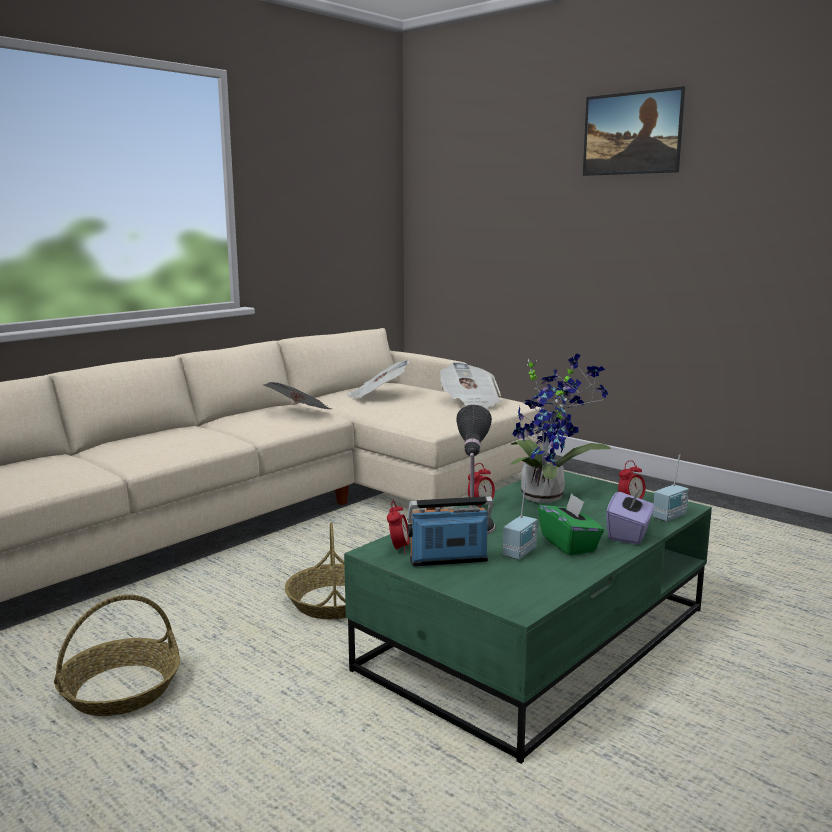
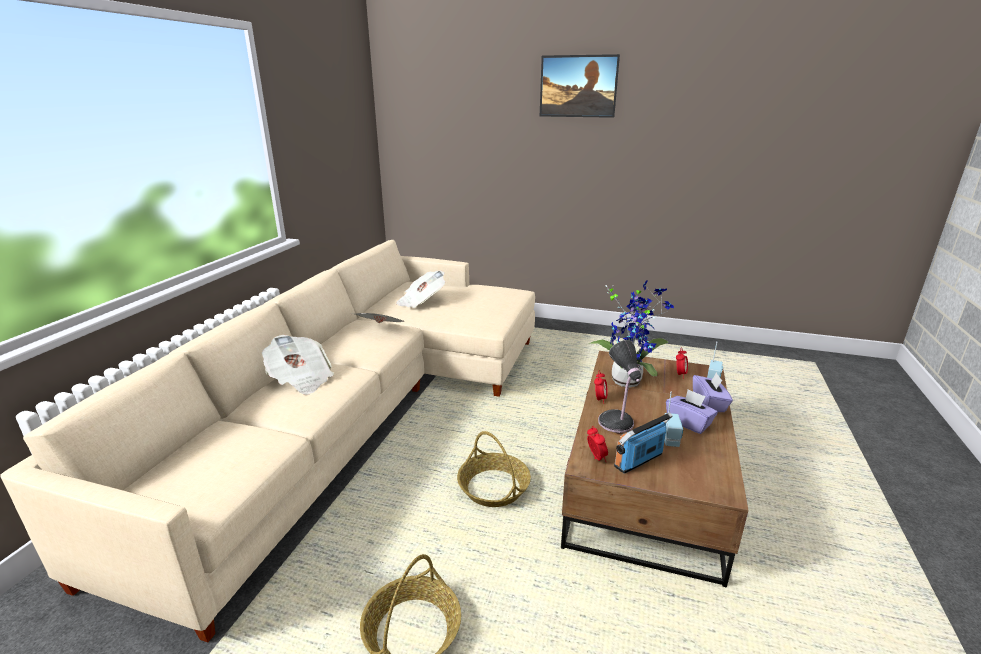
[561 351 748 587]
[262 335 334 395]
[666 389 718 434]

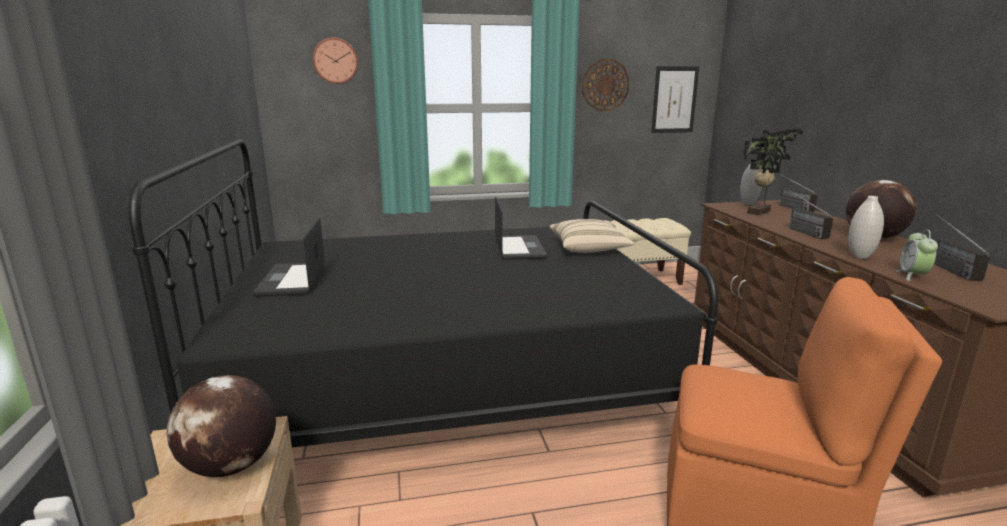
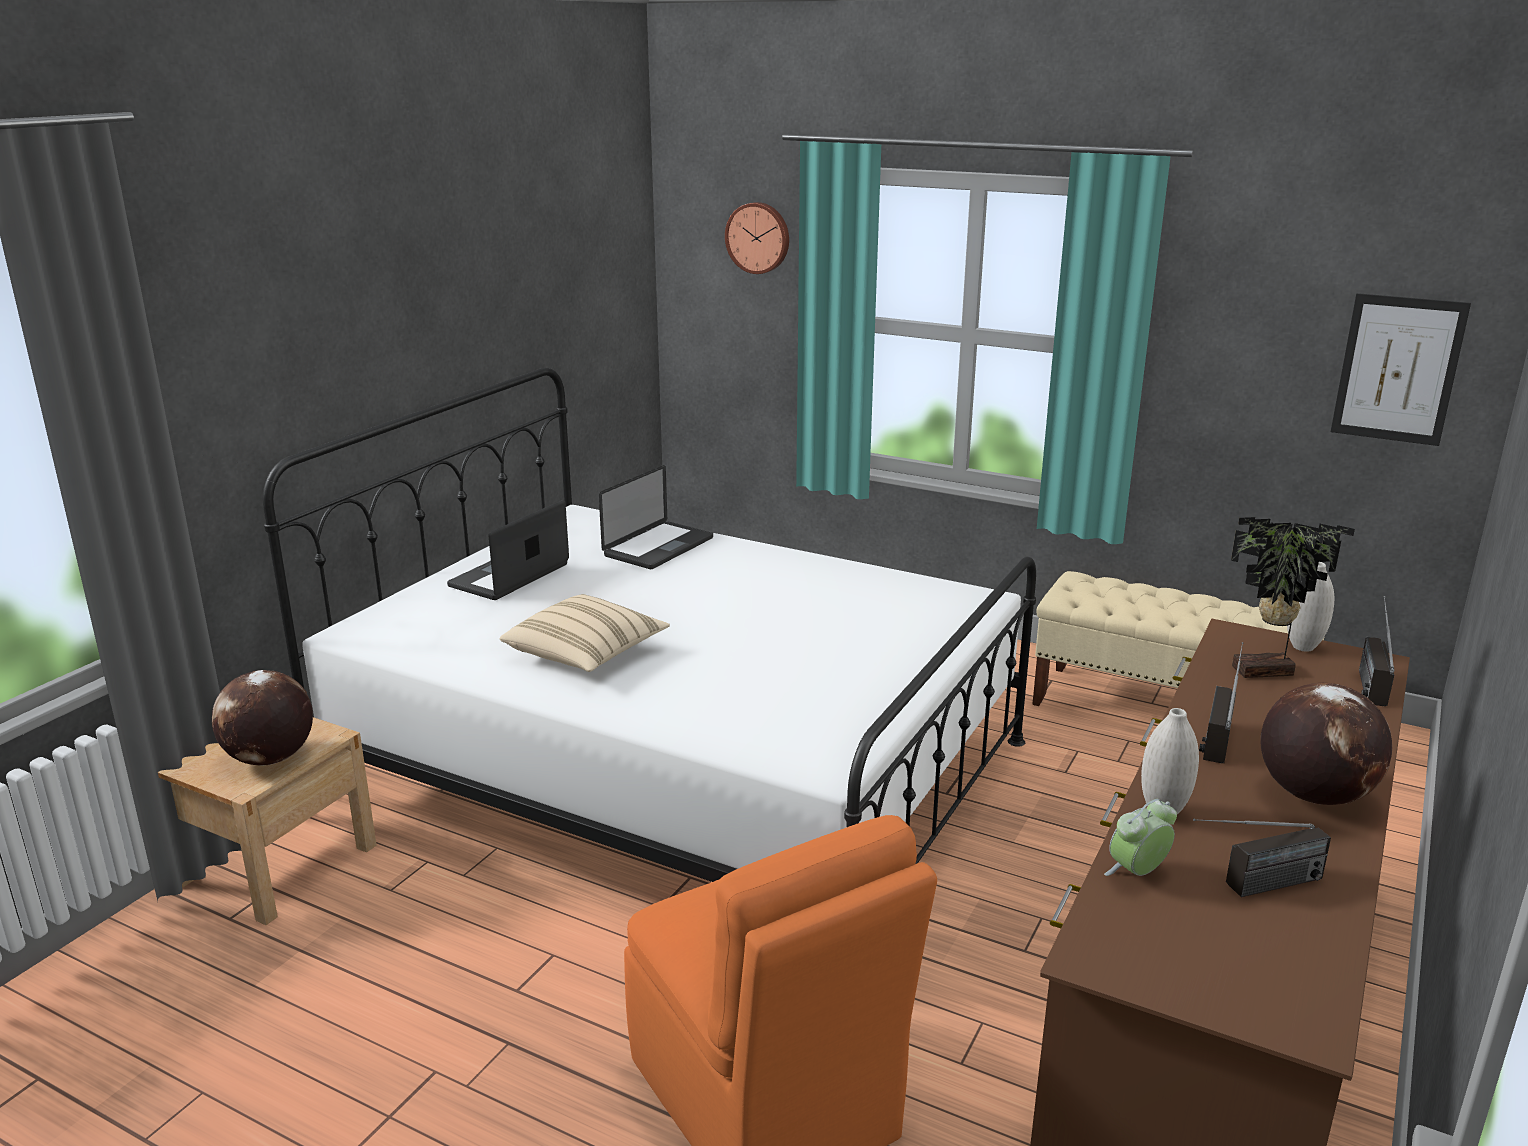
[263 367 1036 882]
[599 465 713 569]
[499 594 670 672]
[582 59 630 111] (first image)
[1193 819 1331 897]

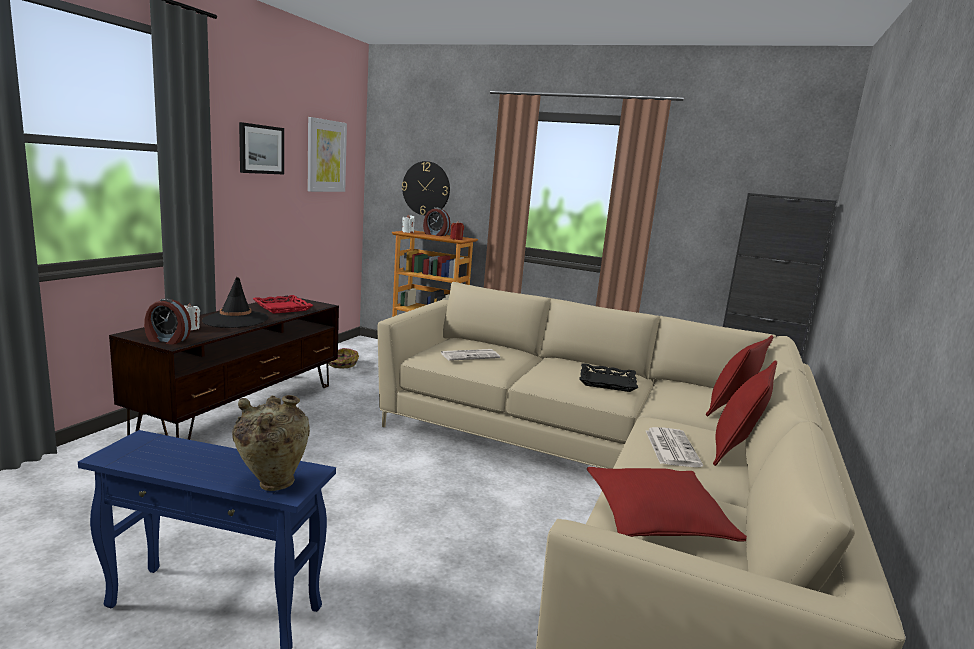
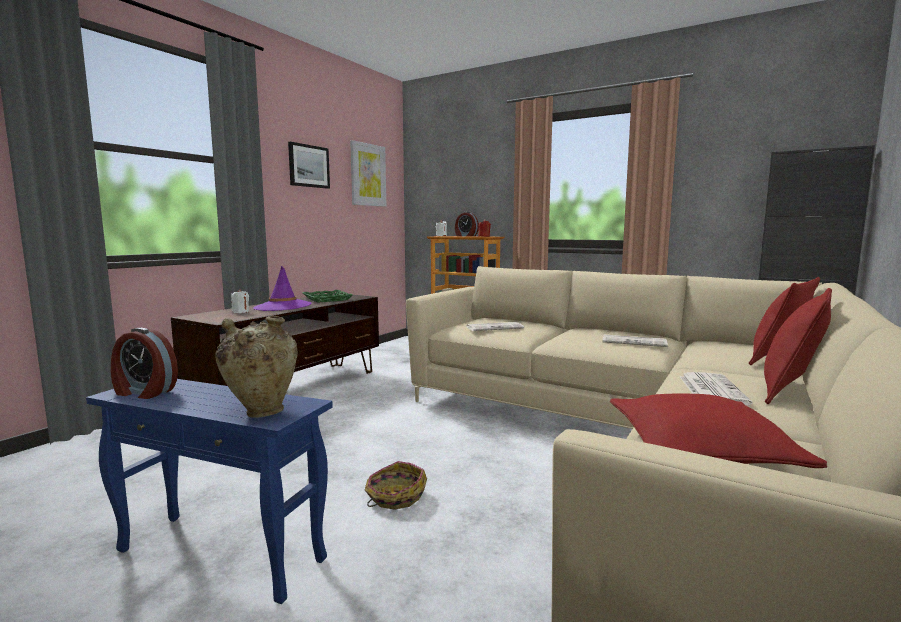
[111 328 178 399]
[253 266 311 311]
[303 290 353 303]
[365 461 427 510]
[402 161 450 215] (first image)
[602 335 668 347]

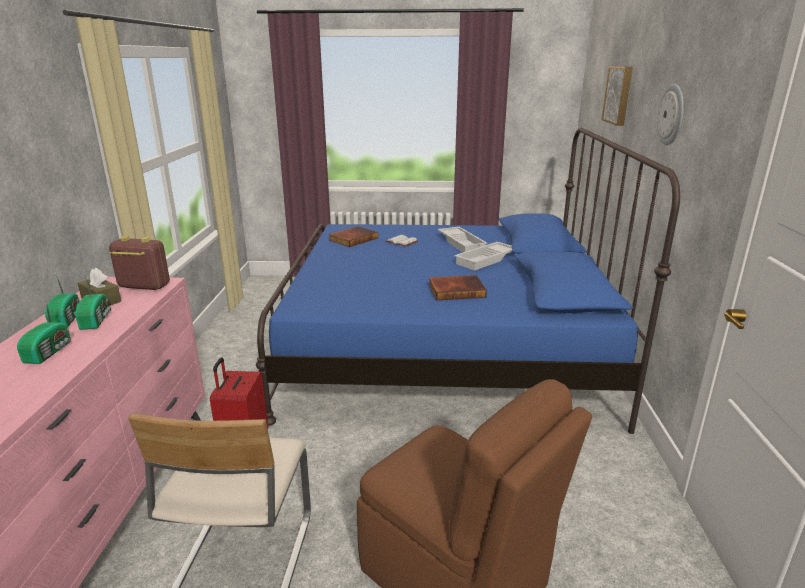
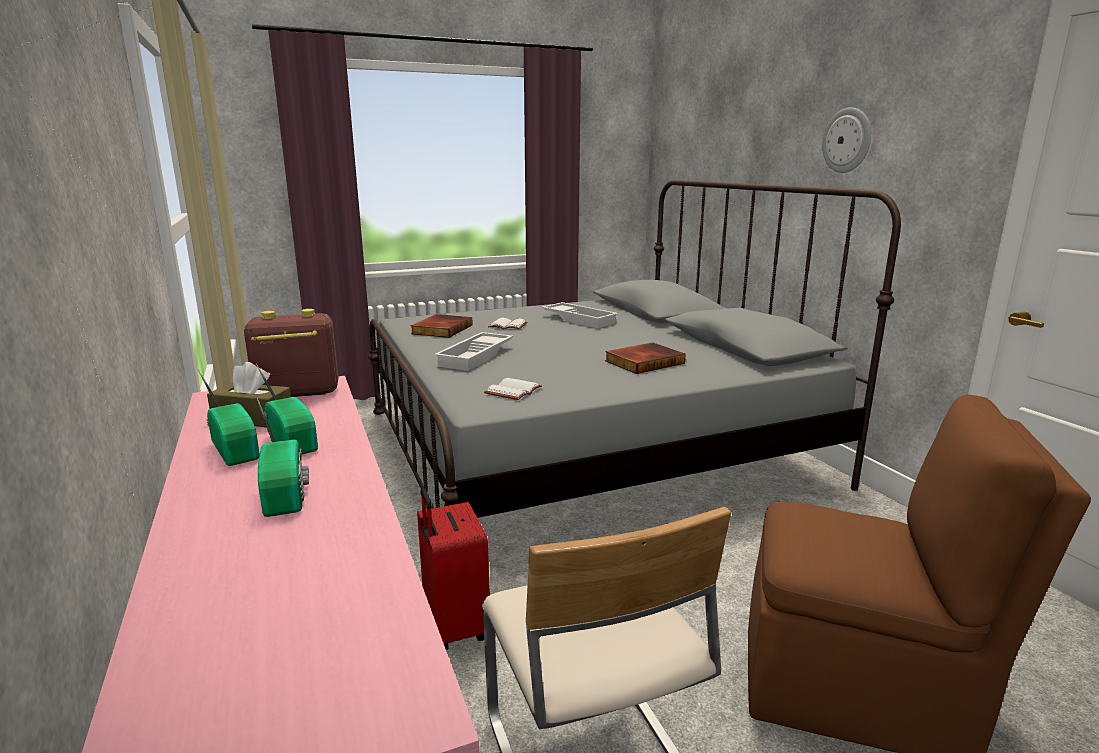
[368 180 901 518]
[434 332 513 371]
[602 66 633 126] (first image)
[484 378 542 400]

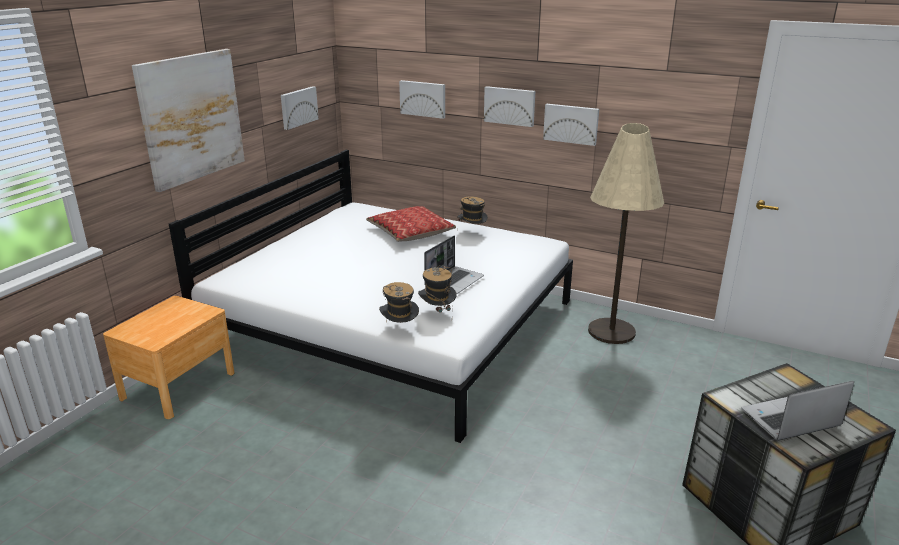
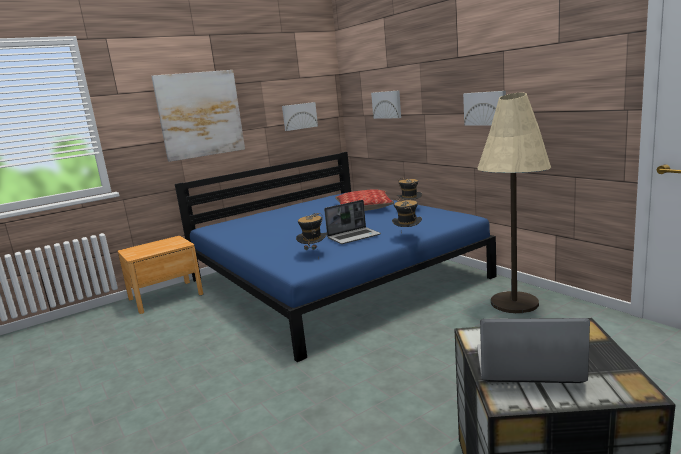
[175 152 497 362]
[392 199 422 232]
[484 86 535 127] (first image)

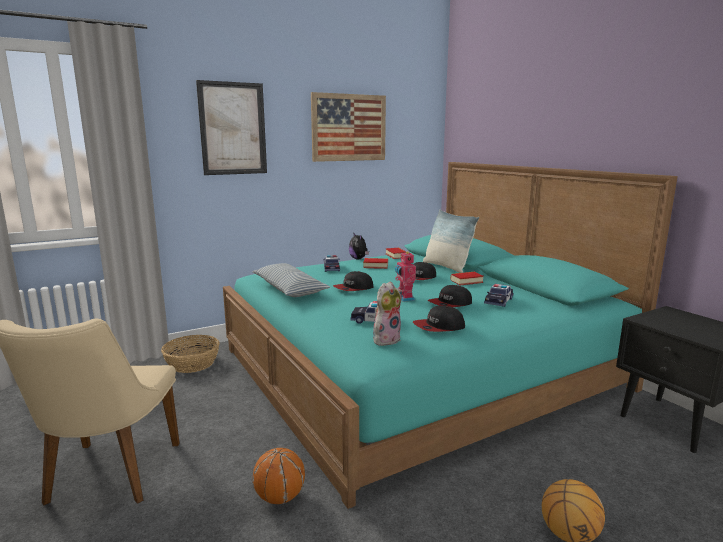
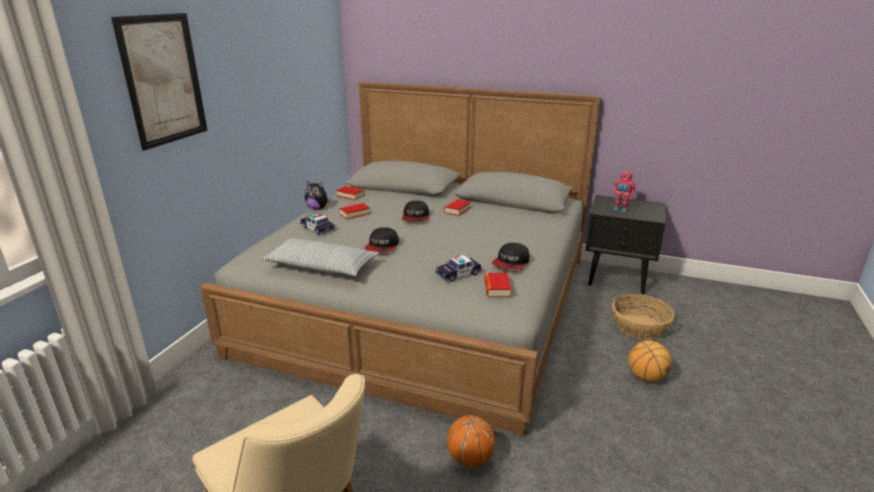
[612 294 675 339]
[200 82 601 437]
[311 92 386 162] (first image)
[484 273 511 297]
[613 171 635 212]
[423 209 479 273] (first image)
[428 285 472 307] (first image)
[484 284 514 307] (first image)

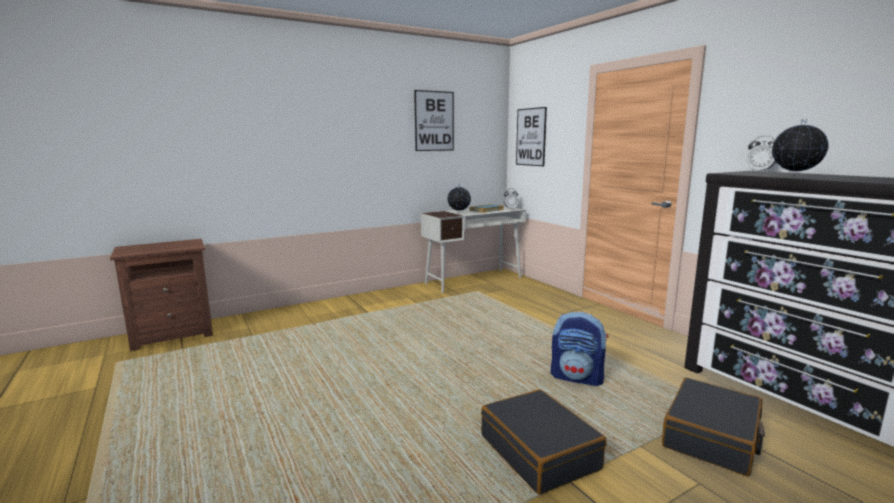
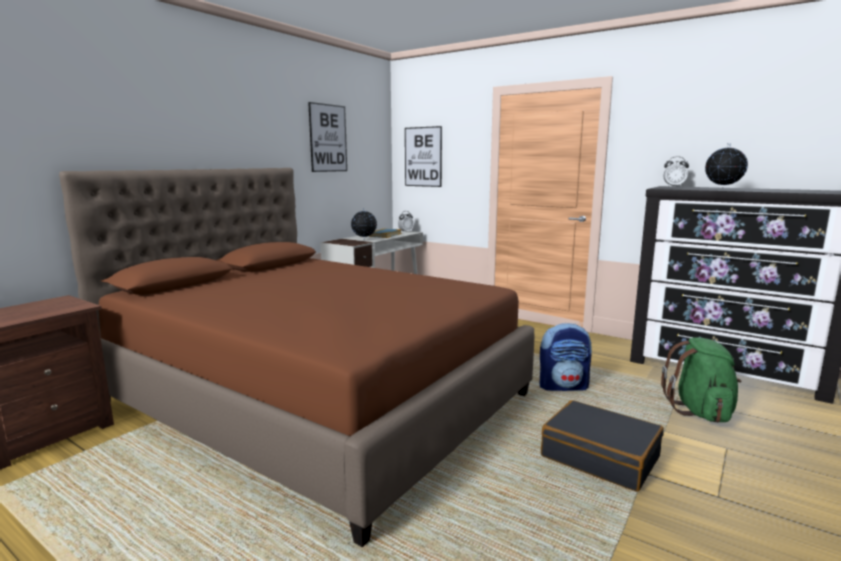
[661 337 742 423]
[59 168 534 547]

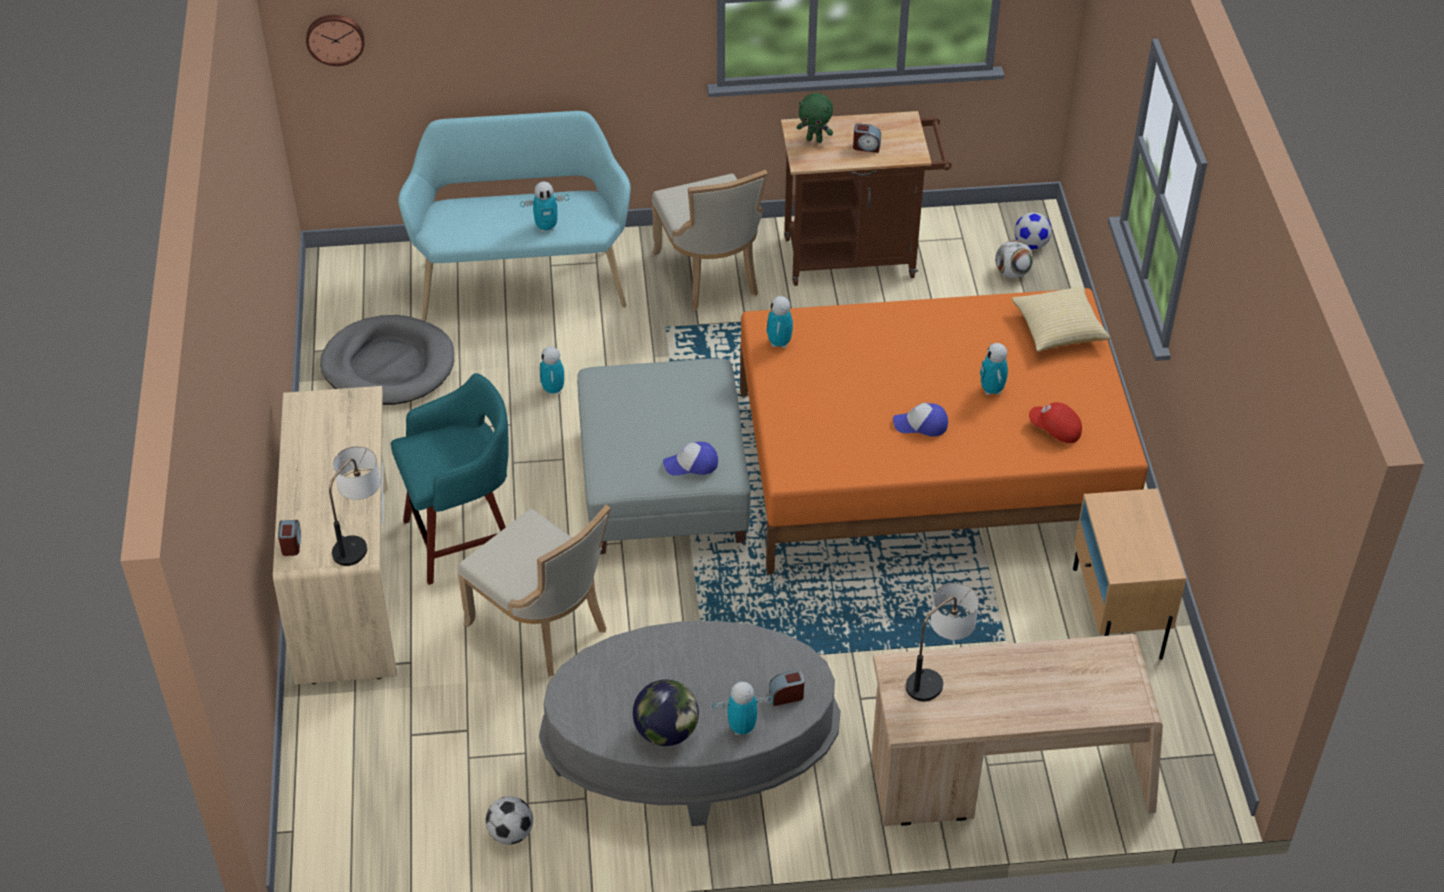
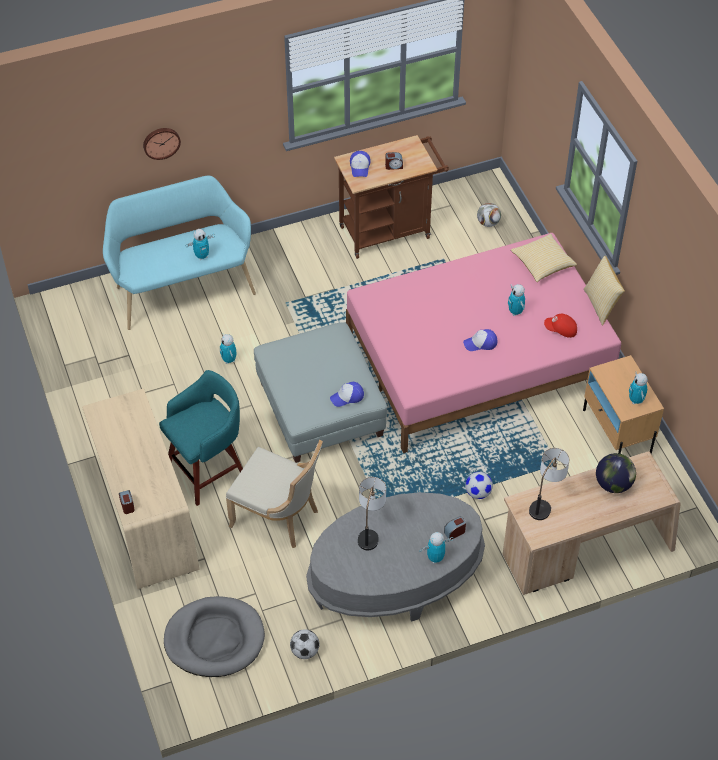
[143 128 181 160]
[164 596 265 677]
[358 477 386 550]
[596 453 636 493]
[652 170 768 311] (first image)
[346 233 621 453]
[629 371 648 404]
[350 151 371 177]
[465 472 493 499]
[584 256 625 325]

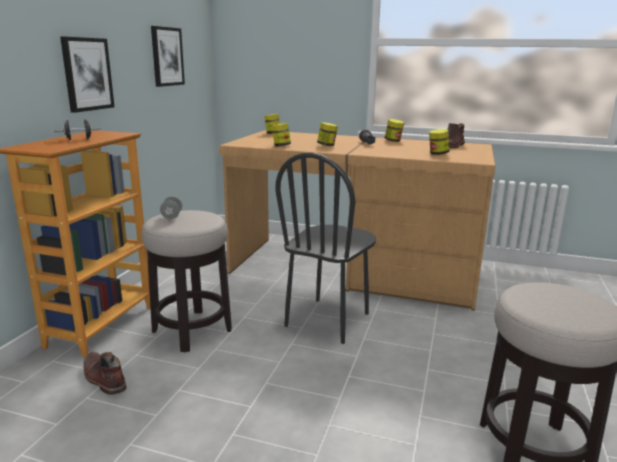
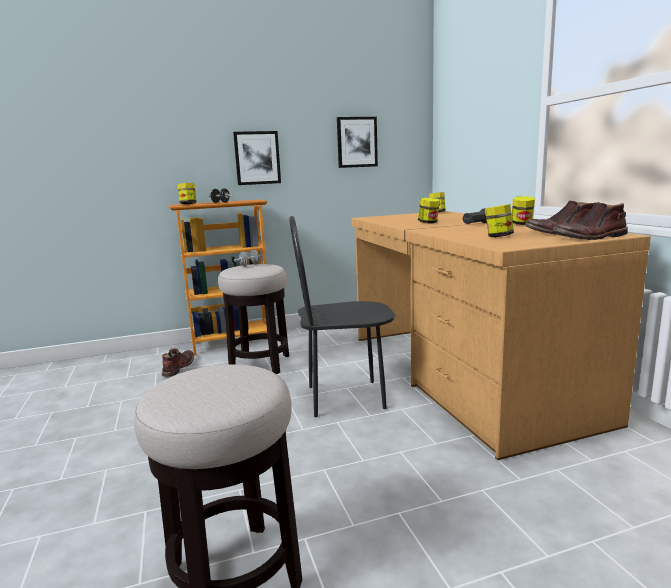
[178 183 197 204]
[553 202 628 240]

